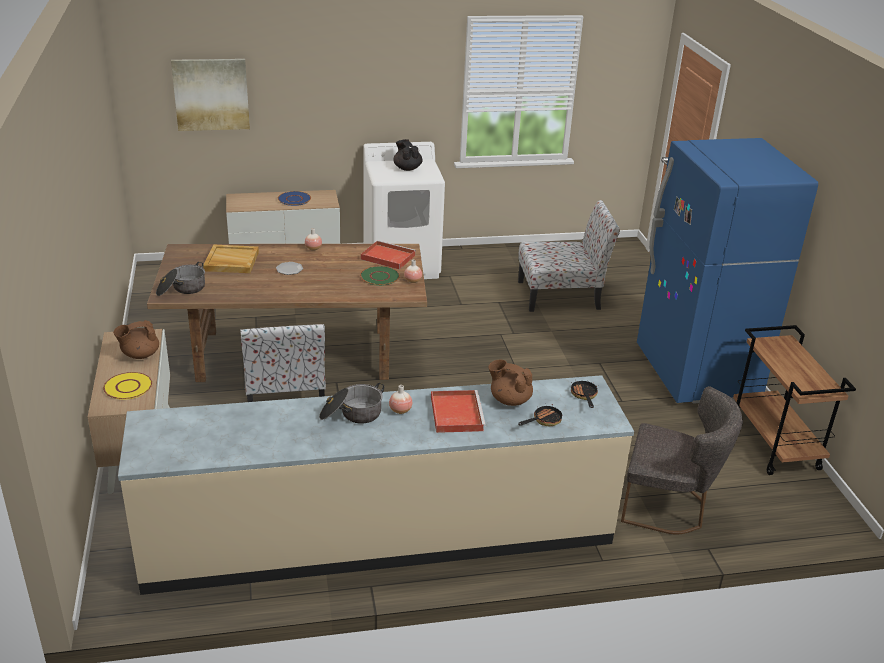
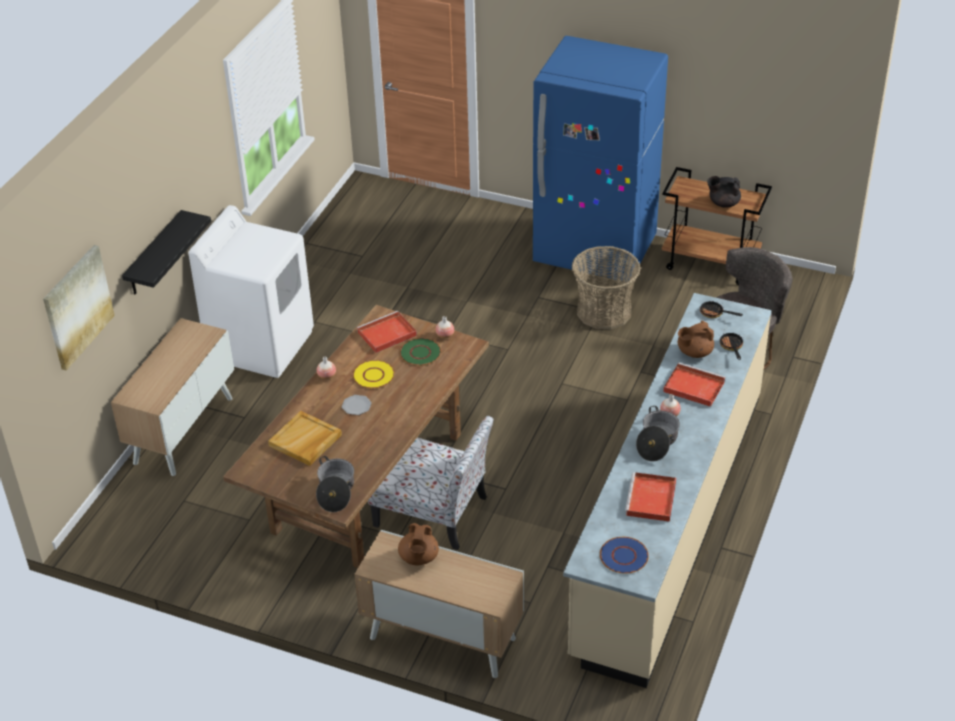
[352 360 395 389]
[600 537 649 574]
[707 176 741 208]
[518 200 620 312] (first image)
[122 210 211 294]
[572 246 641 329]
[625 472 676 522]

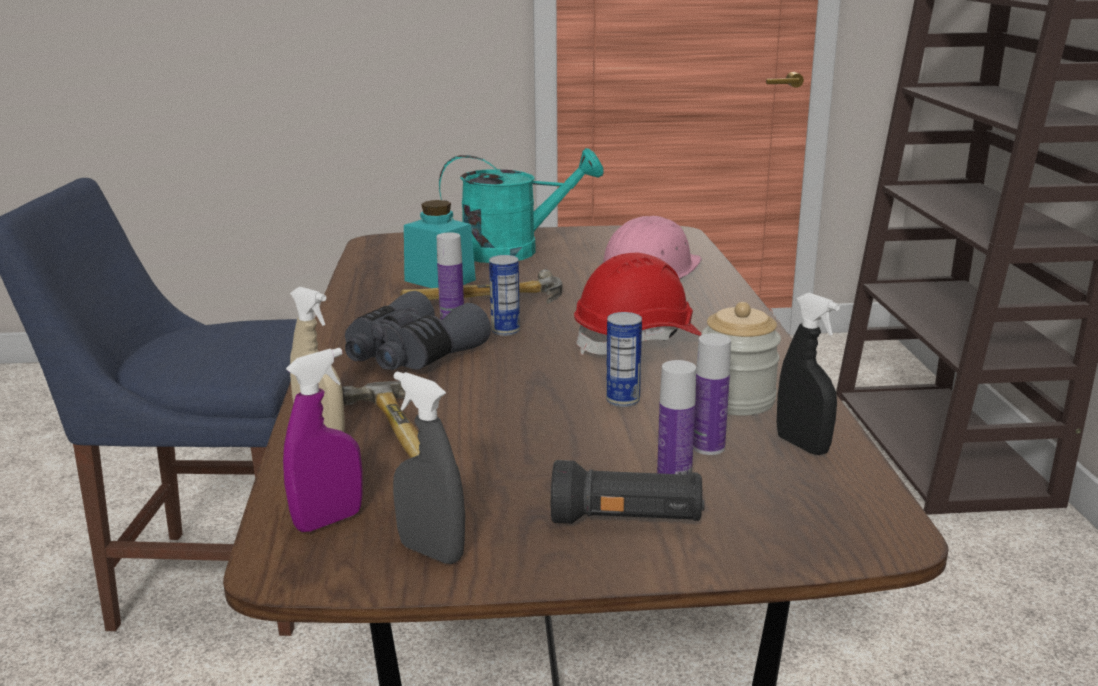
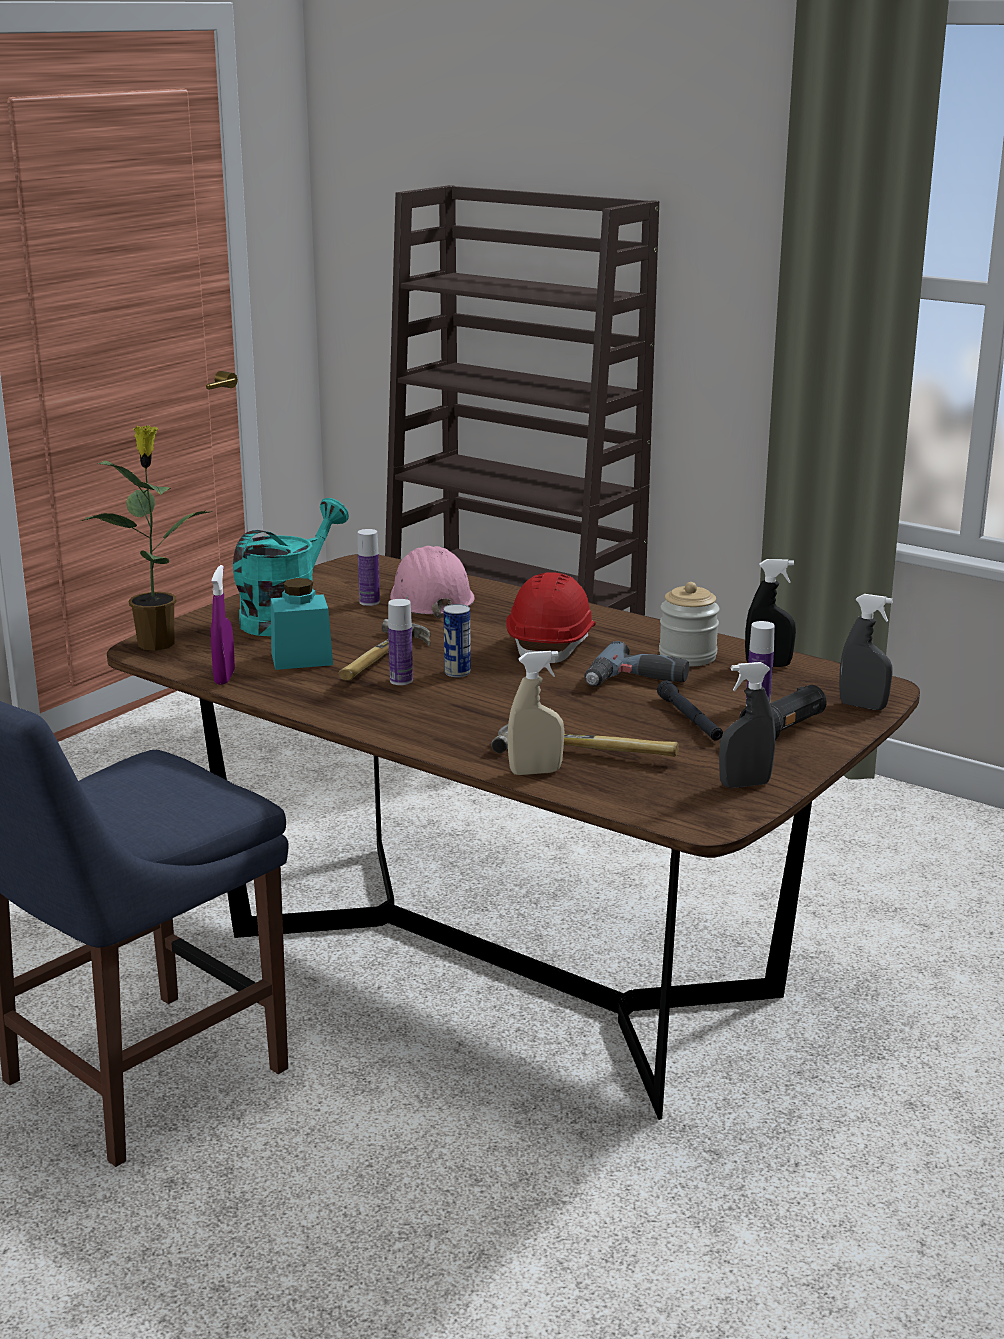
[211 565 235 684]
[345 291 491 370] (first image)
[584 641 689 687]
[358 529 380 606]
[80 425 213 651]
[657 680 723 740]
[839 594 893 710]

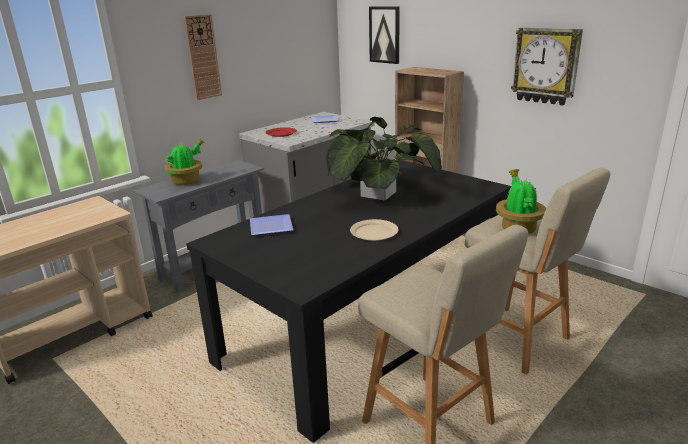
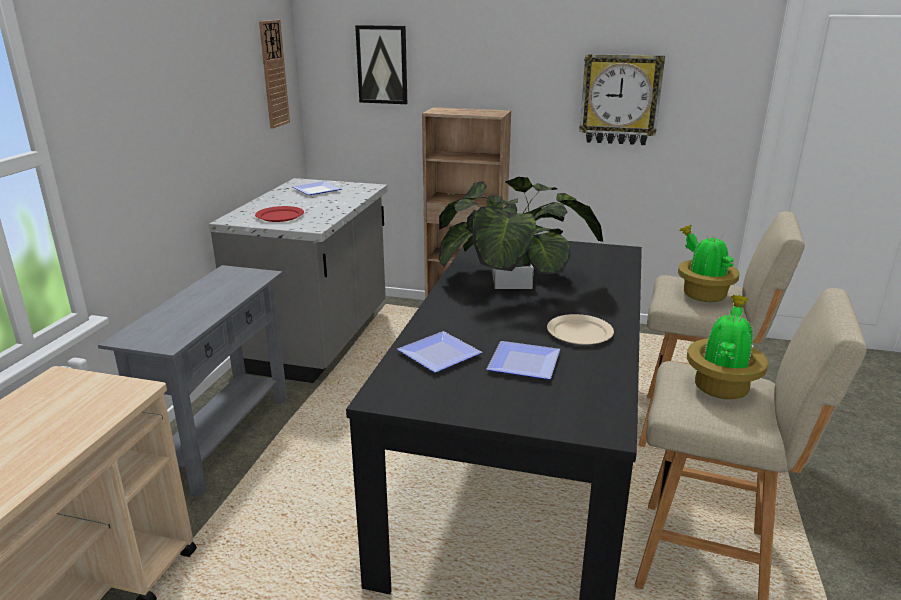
[687 295 768 399]
[259 20 290 129]
[487 341 560 380]

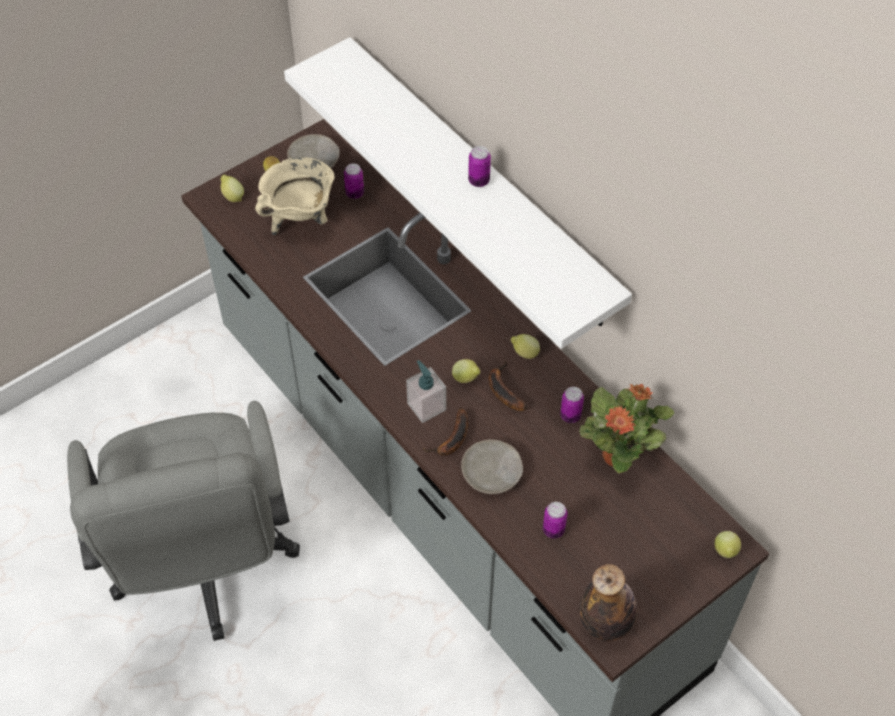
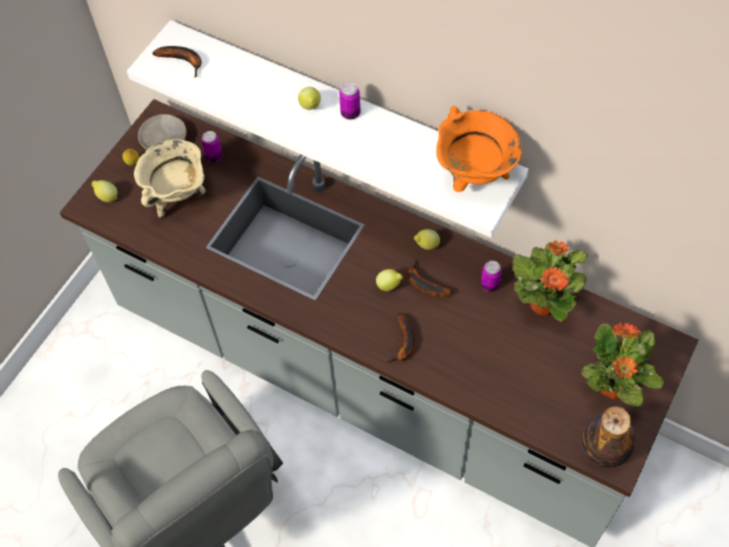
[406 360 446 423] (first image)
[461 439 523 494] (first image)
[543 502 567 539] (first image)
[298 87 321 110]
[152 46 202 78]
[436 106 522 192]
[581 323 664 407]

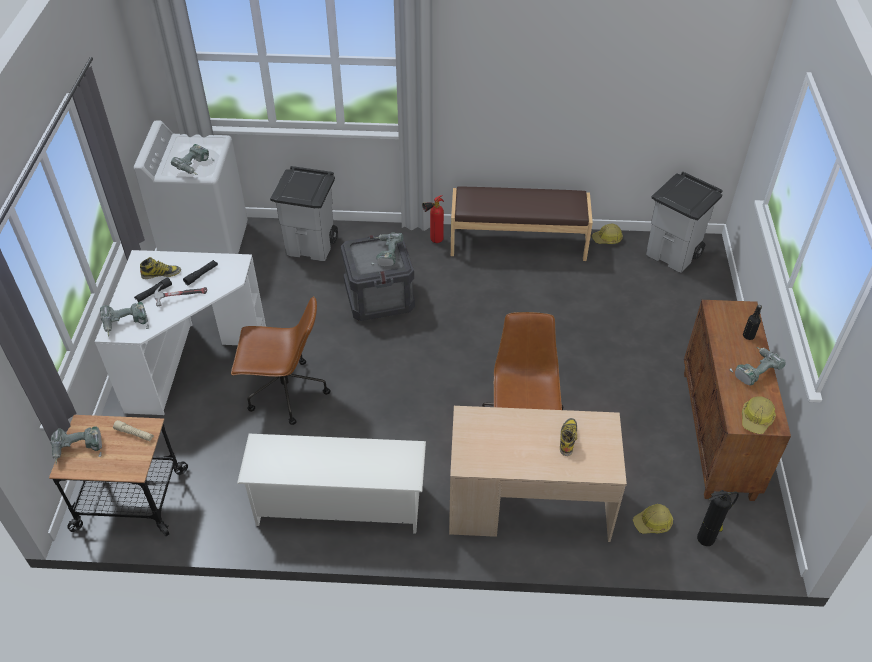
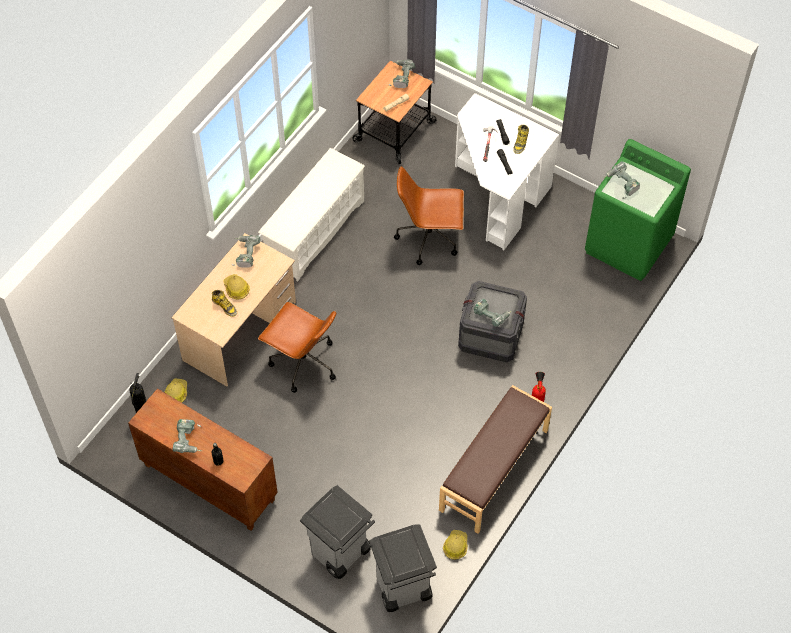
[232 235 260 268]
[585 139 691 281]
[394 166 464 265]
[300 485 375 579]
[223 274 250 299]

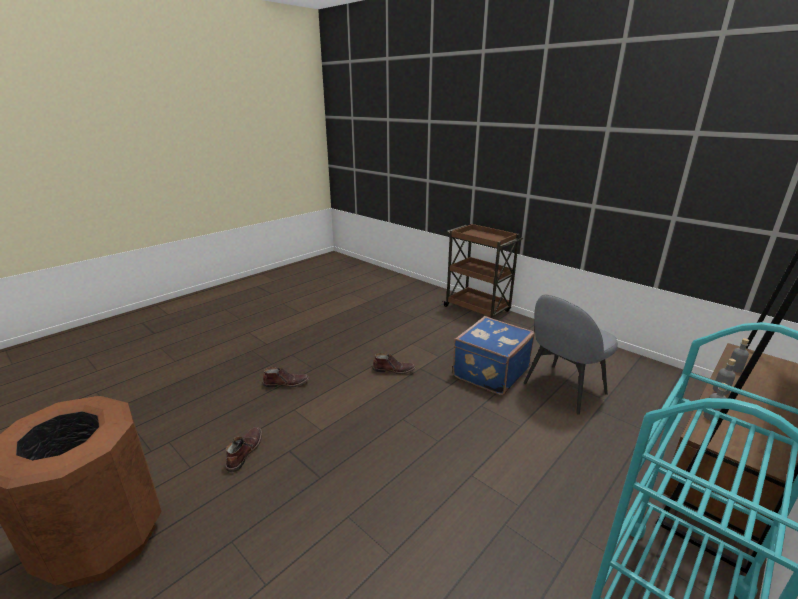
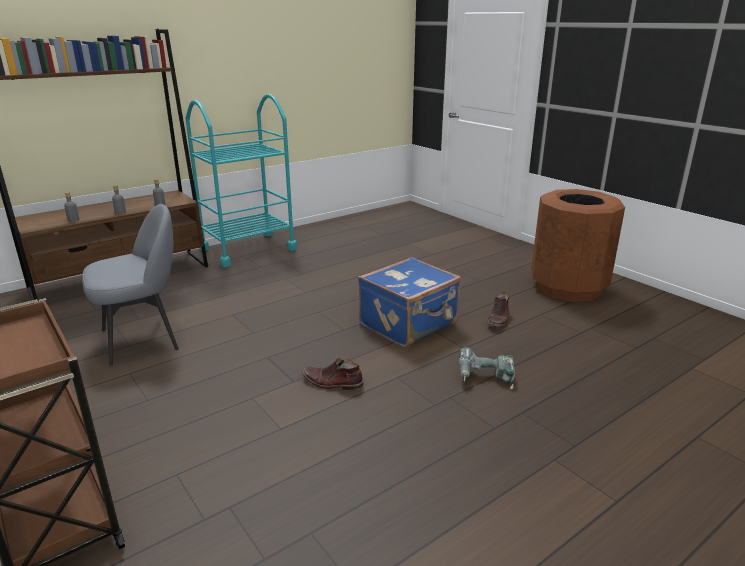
[459 347 515 389]
[358 257 461 347]

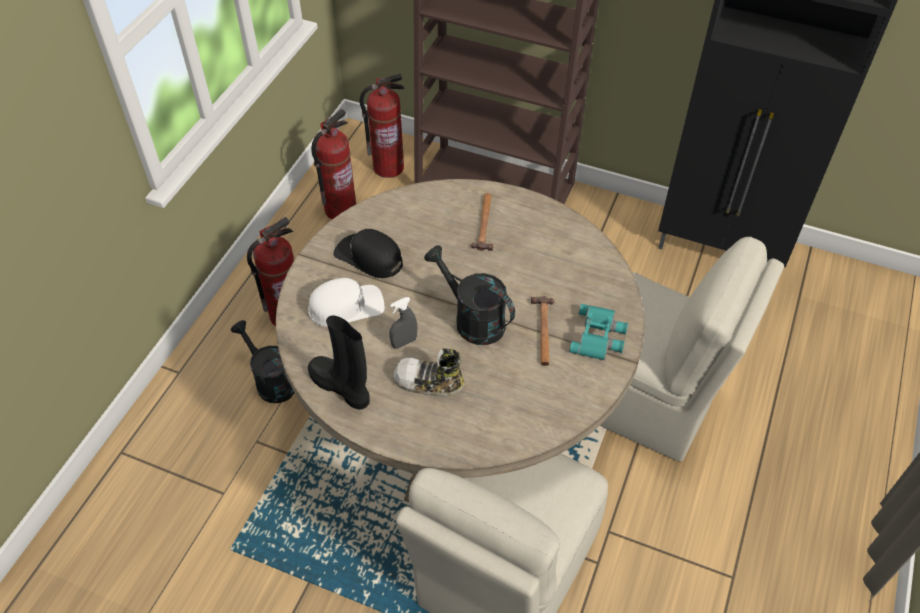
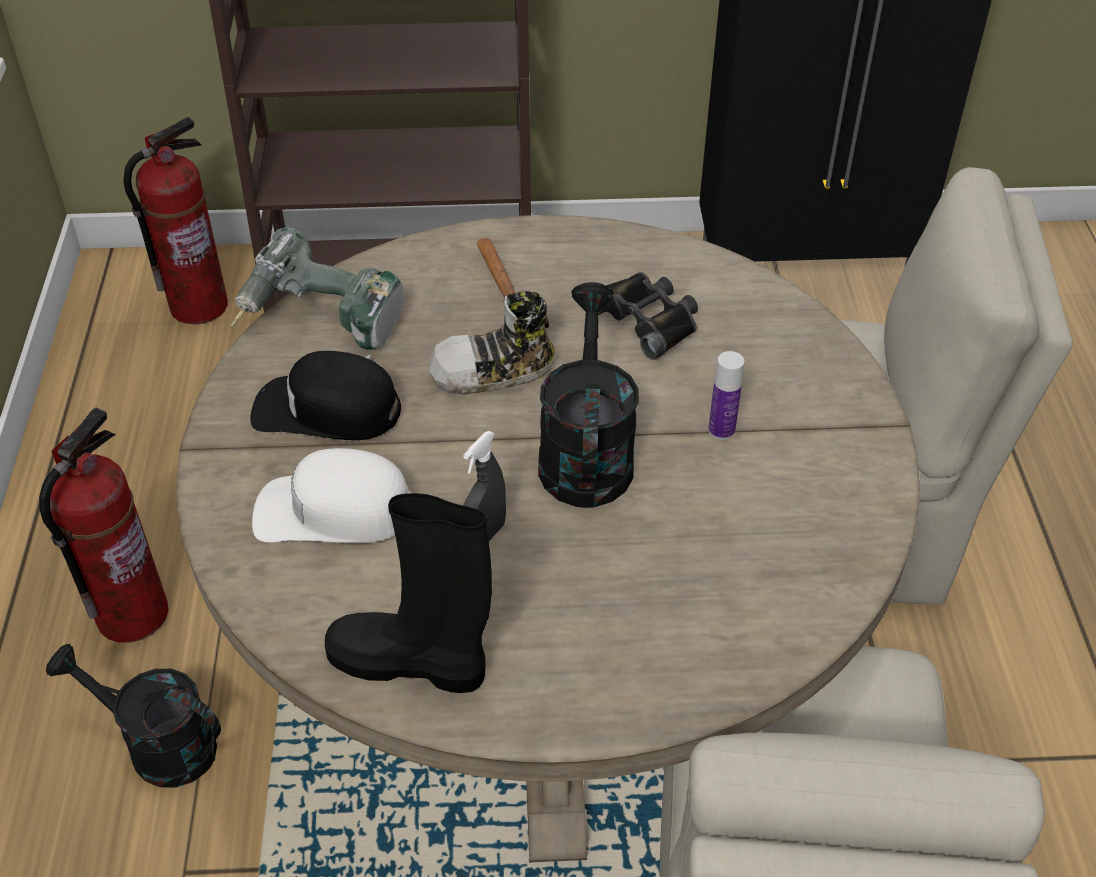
[252 448 411 543]
[311 109 356 219] (first image)
[429 291 556 395]
[538 282 639 508]
[708 351 744 440]
[569 304 628 360] (first image)
[230 227 404 360]
[598 272 698 360]

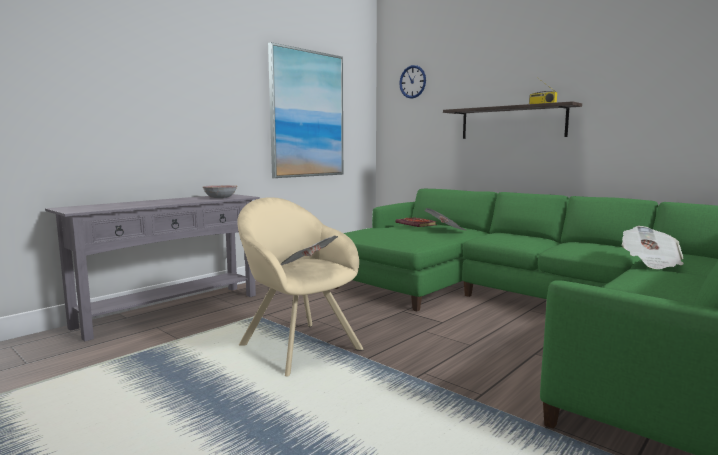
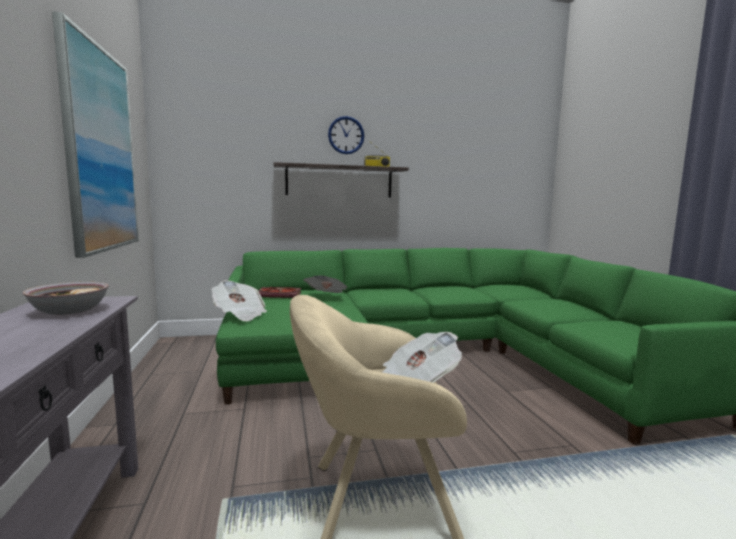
[328 116 364 154]
[212 280 267 322]

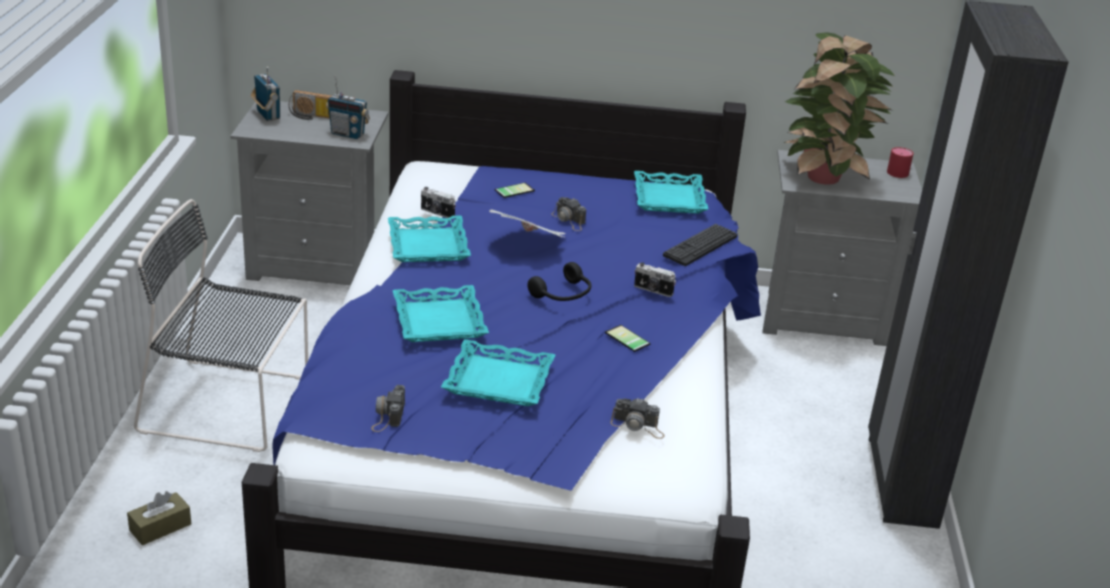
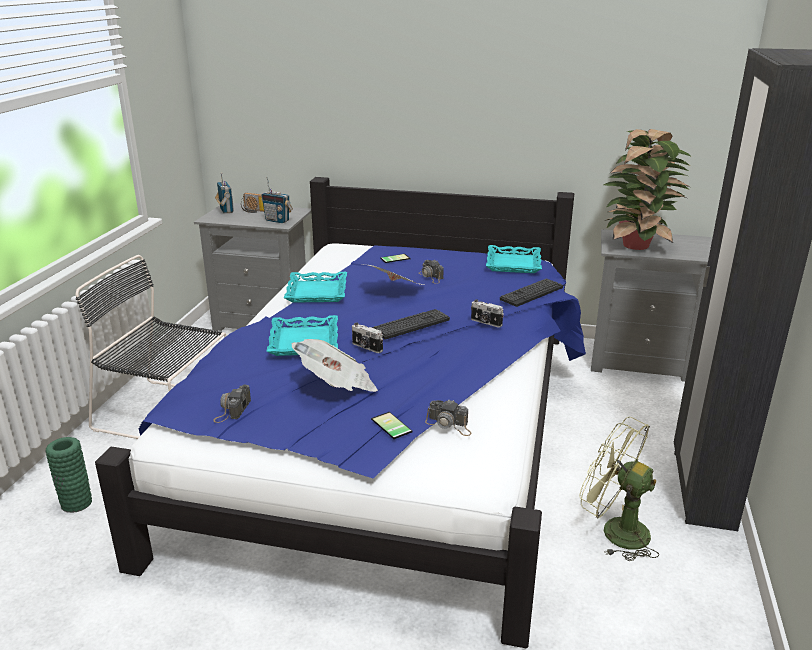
[45 437 92 513]
[352 322 383 353]
[291 339 378 392]
[372 309 450 340]
[371 412 413 439]
[887 147 913 178] (first image)
[579 416 659 561]

